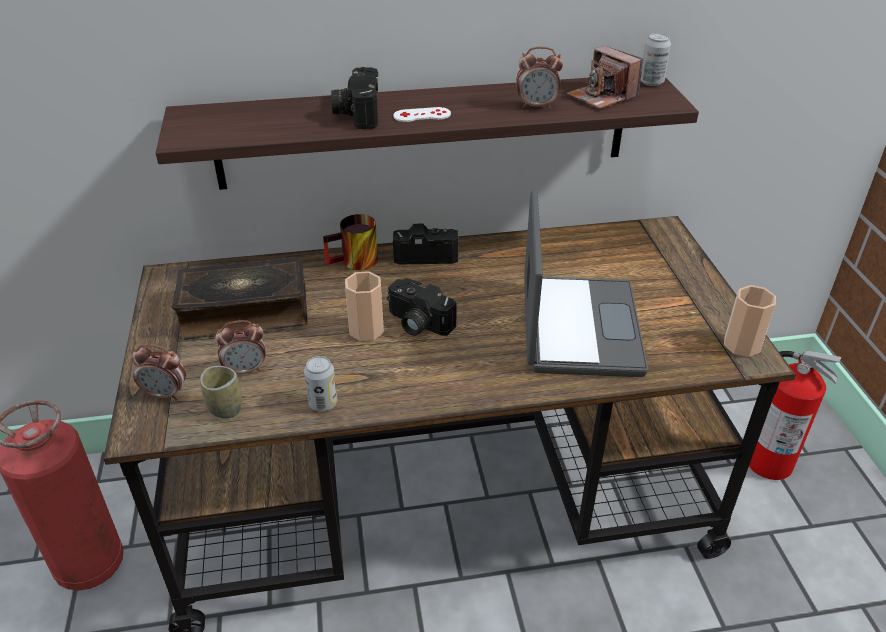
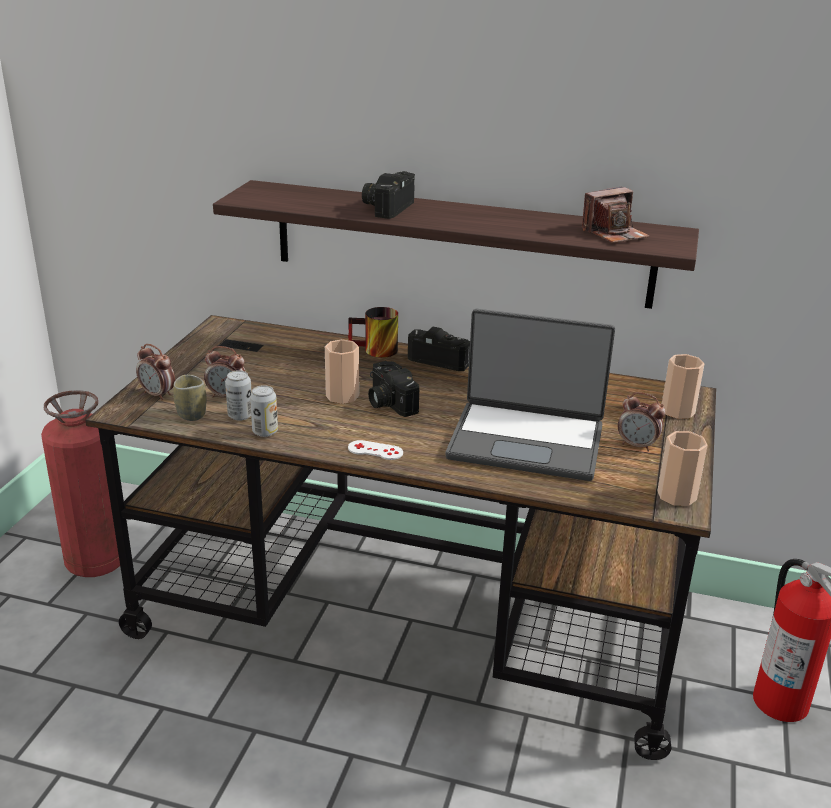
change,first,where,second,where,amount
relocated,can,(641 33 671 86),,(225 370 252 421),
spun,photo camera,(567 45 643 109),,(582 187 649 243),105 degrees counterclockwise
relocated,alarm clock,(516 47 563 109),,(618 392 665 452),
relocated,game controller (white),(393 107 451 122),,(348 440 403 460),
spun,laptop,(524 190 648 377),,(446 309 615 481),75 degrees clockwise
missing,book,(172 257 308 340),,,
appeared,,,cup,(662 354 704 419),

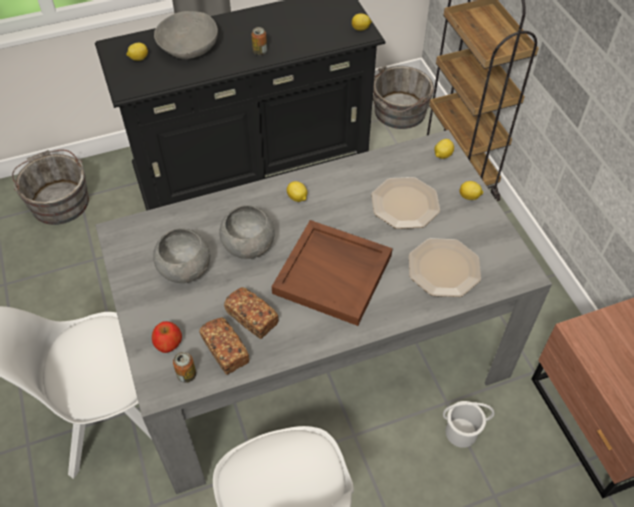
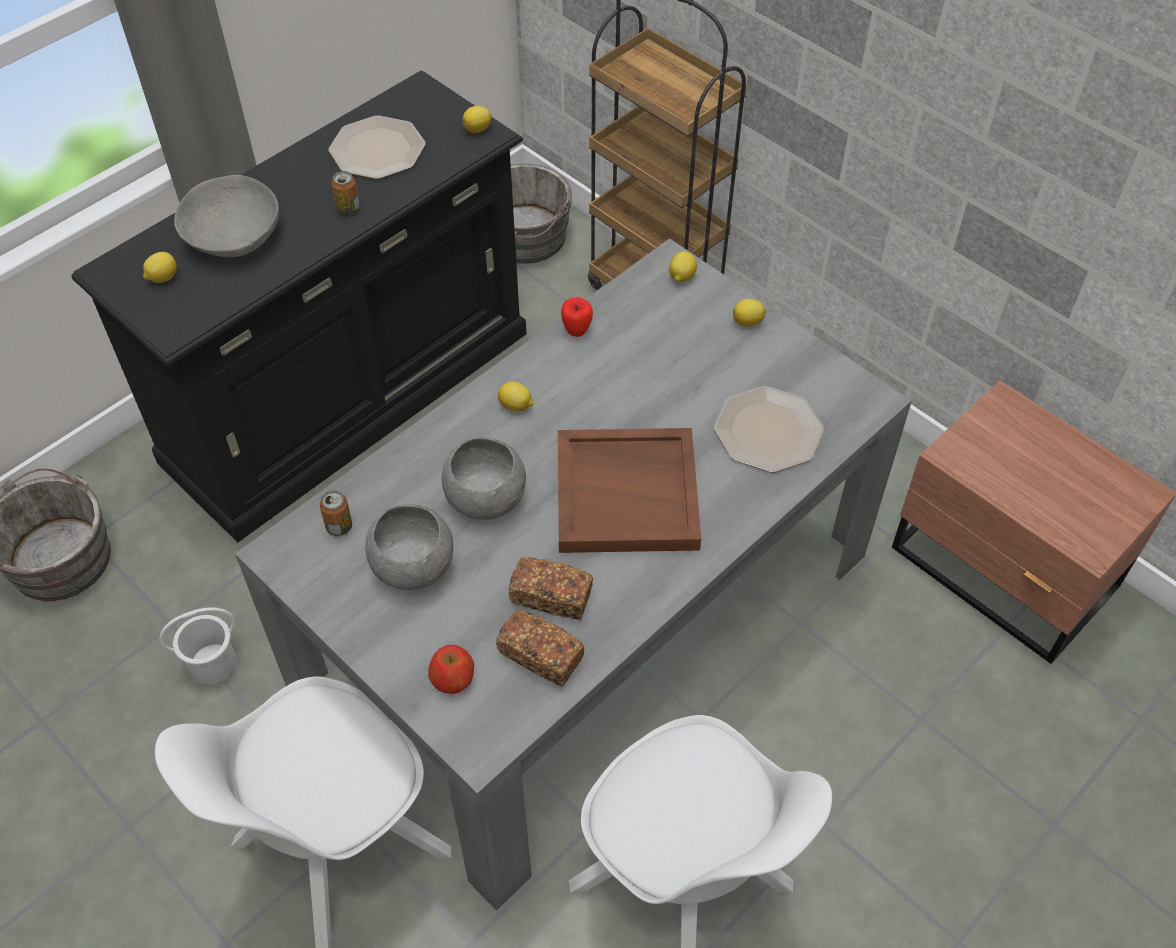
change,first,where,second,where,amount
relocated,plate,(371 177 440 229),,(329 116 426 179),
relocated,can,(173 352 196 383),,(320 490 352 536),
relocated,bucket (white),(443 401 495 448),,(160 607 237 685),
appeared,,,apple,(561 297 593 337),

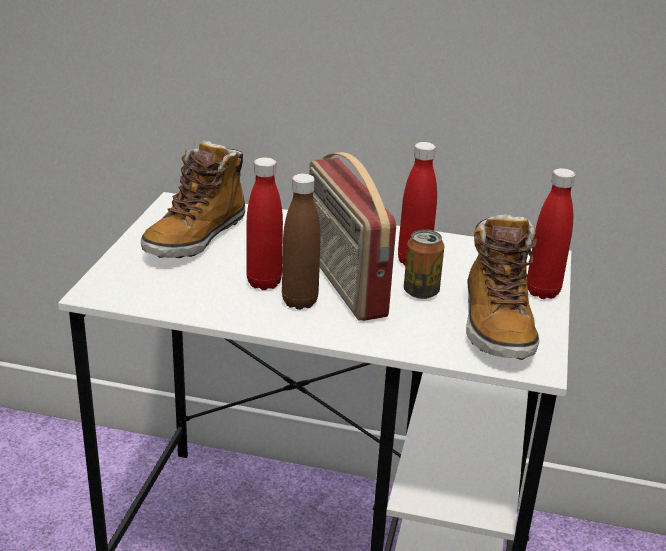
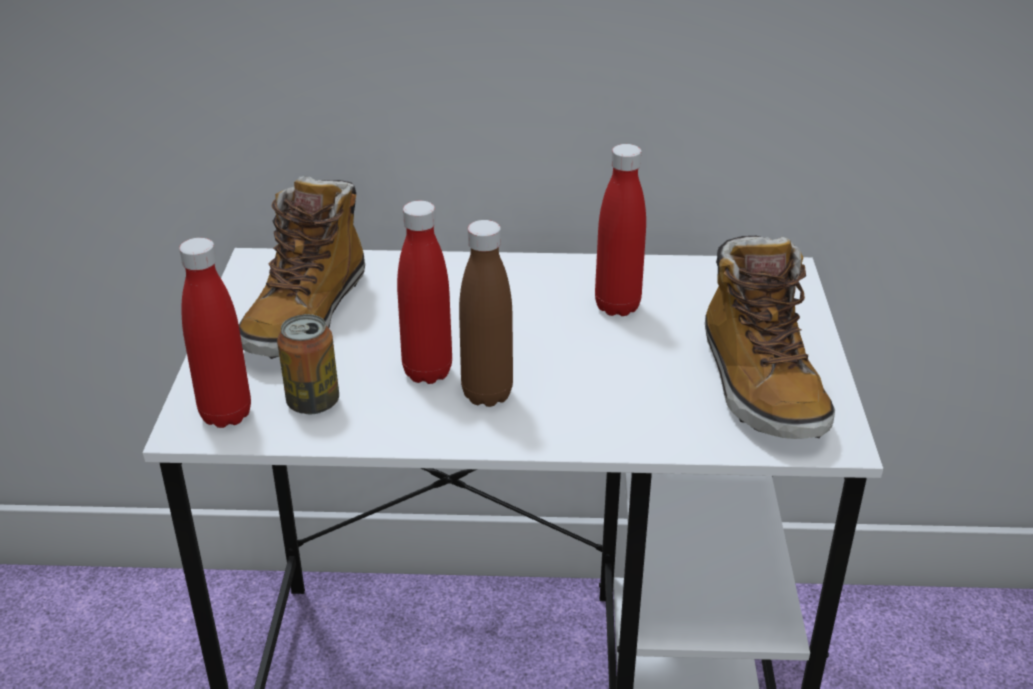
change,first,where,second,where,amount
missing,radio,(309 152 396 321),,,
relocated,bottle (red),(527 168 575 299),,(179 238 251 428),
relocated,can,(404 230 444 299),,(277 314 339 414),

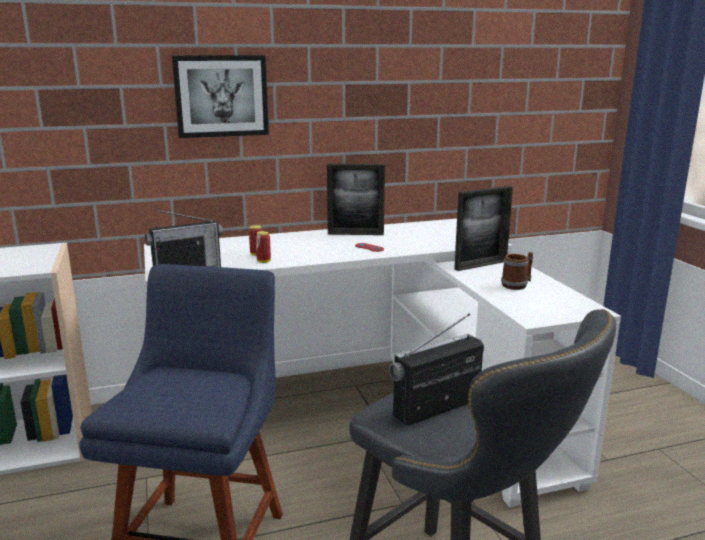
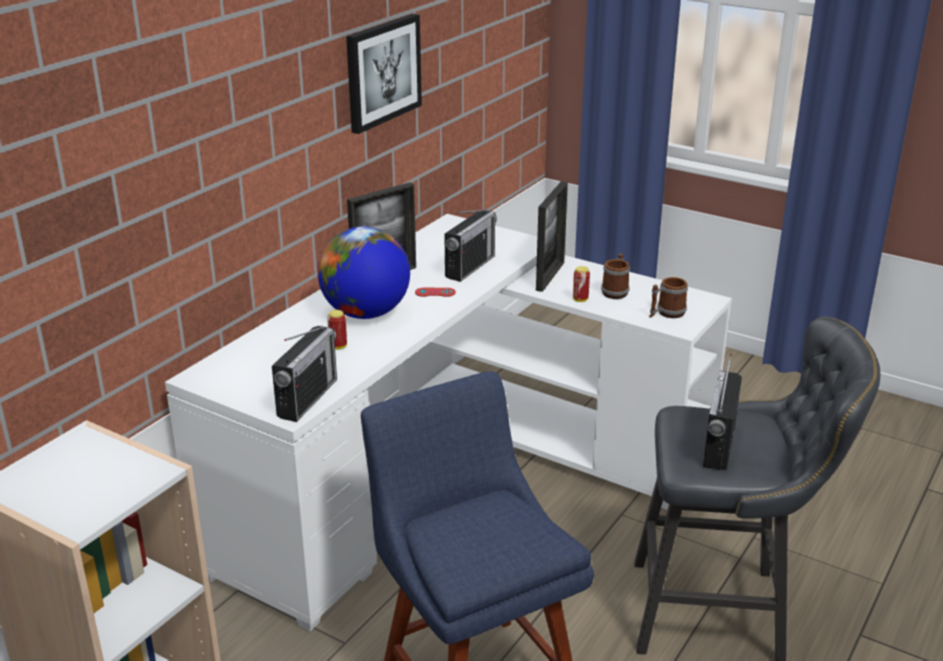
change,first,where,second,where,amount
relocated,picture,(172 55 269 138),,(346 14 422 134),
relocated,can,(256 231 271 263),,(573 266 590 302),
appeared,,,radio,(444 209 497 282),
appeared,,,globe,(318 227 410 319),
appeared,,,mug,(649 277 688 318),

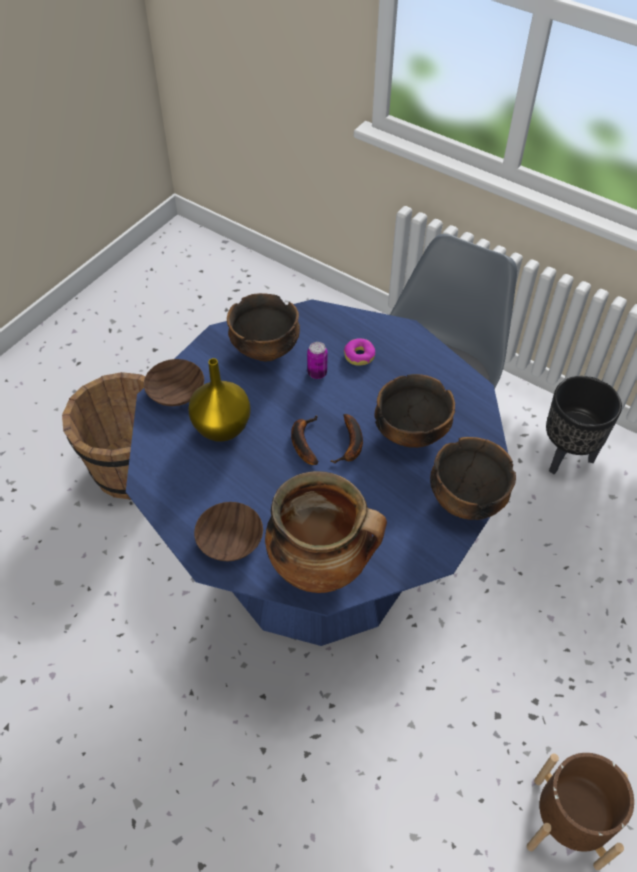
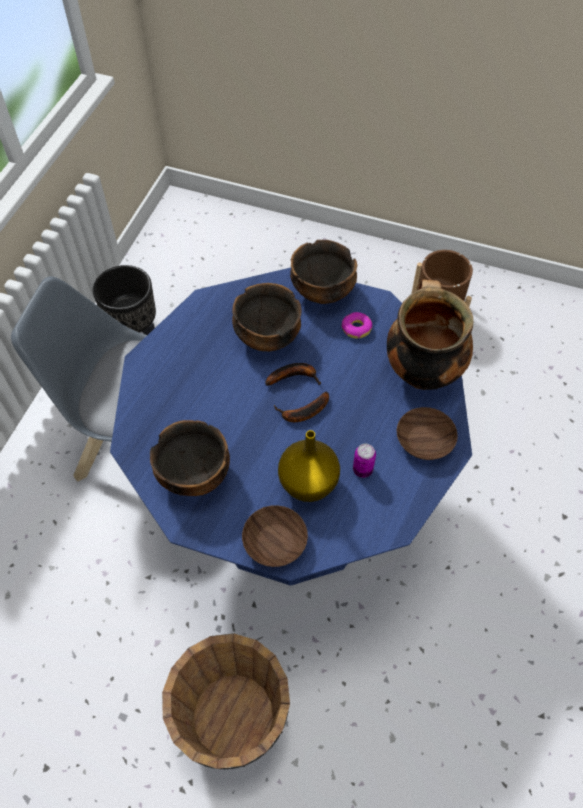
change,first,where,second,where,amount
relocated,donut,(344 338 375 366),,(341 312 372 339),
relocated,can,(307 342 328 379),,(353 444 376 478),

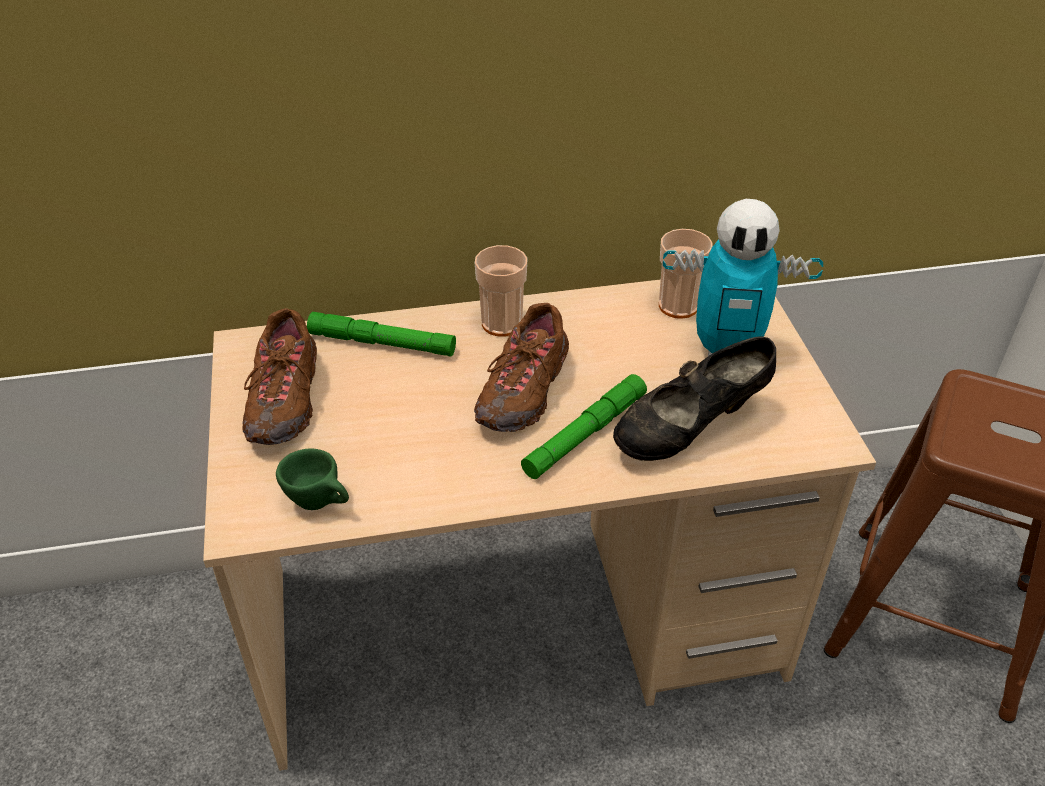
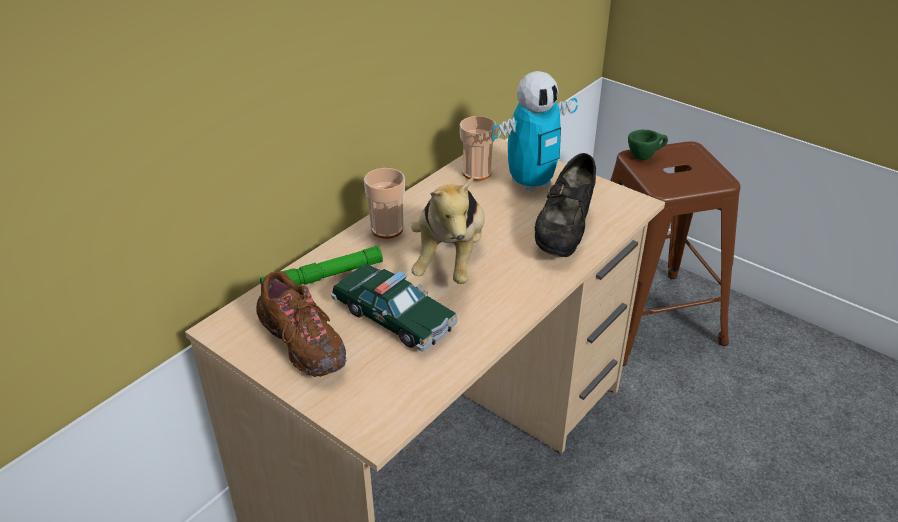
change,first,where,second,where,amount
exchanged,shoe (brown),(474 303 569 432),plush toy,(411 177 485 284),
missing,flashlight (green),(521 374 647 479),,,
relocated,cup (green),(276 448 349 510),,(628 130 668 160),
appeared,,,toy car,(331 264 458 351),

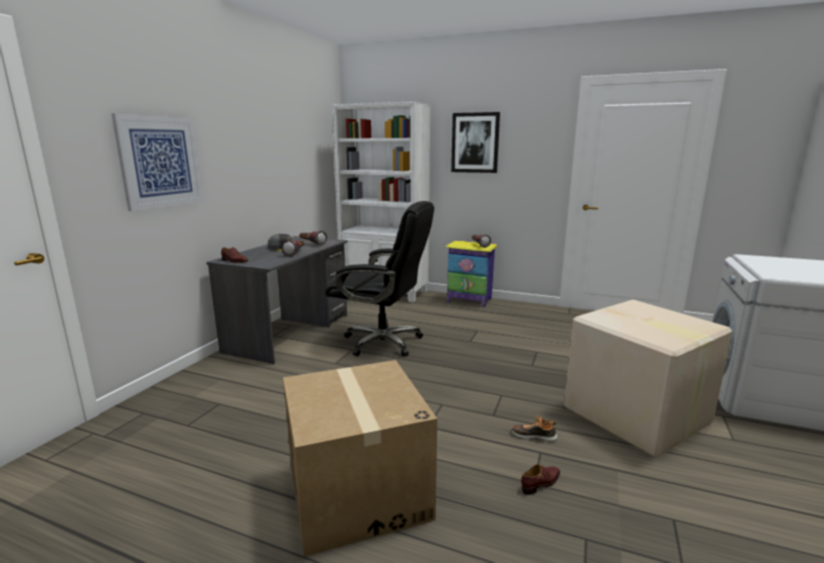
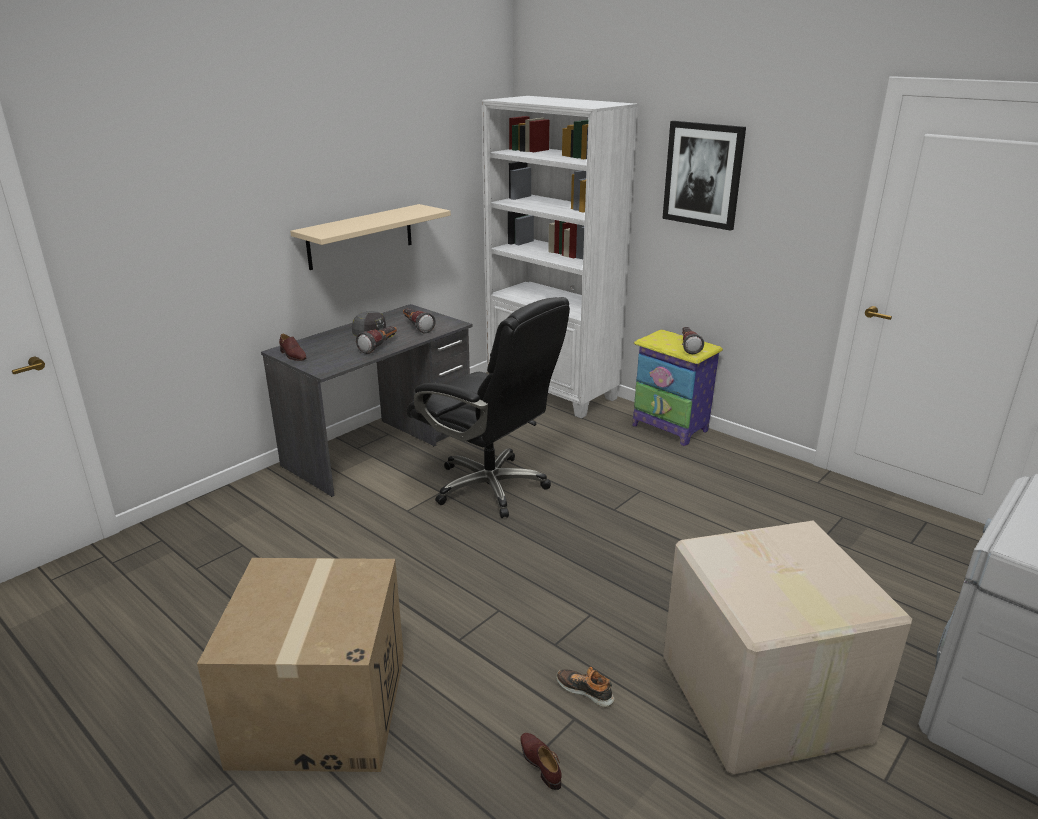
change,first,where,second,where,amount
missing,picture,(111 113 203 211),,,
spun,shoe (brown),(521 464 560 495),,(520 733 562 790),105 degrees counterclockwise
appeared,,,shelf (beige),(290 204 451 270),

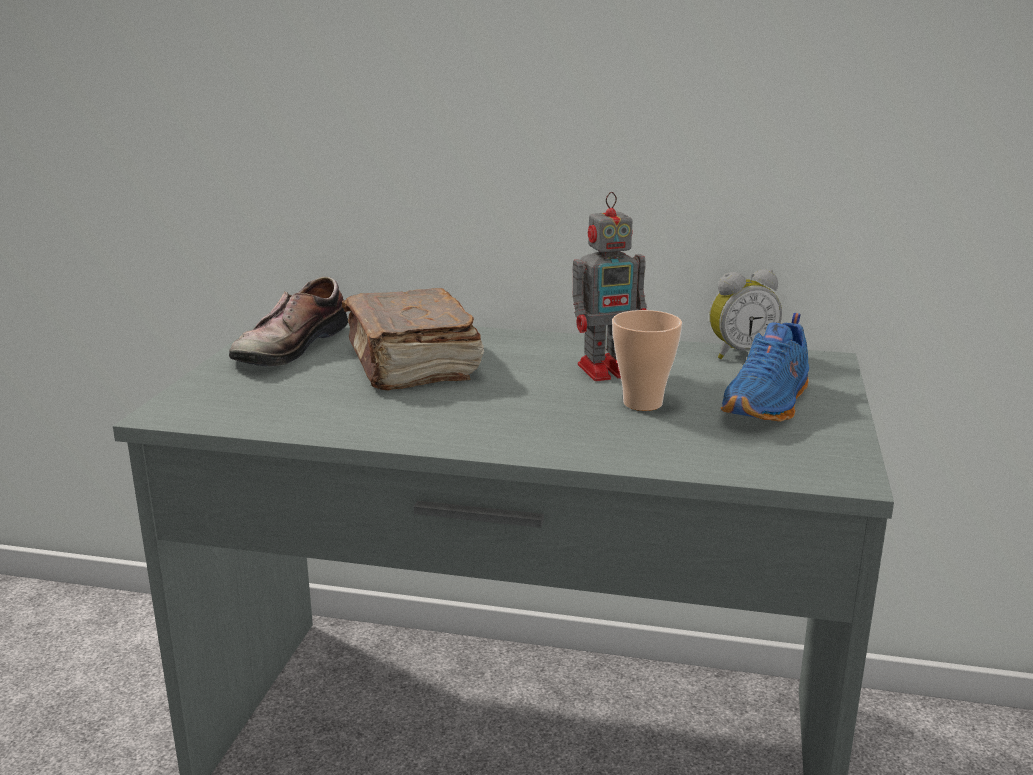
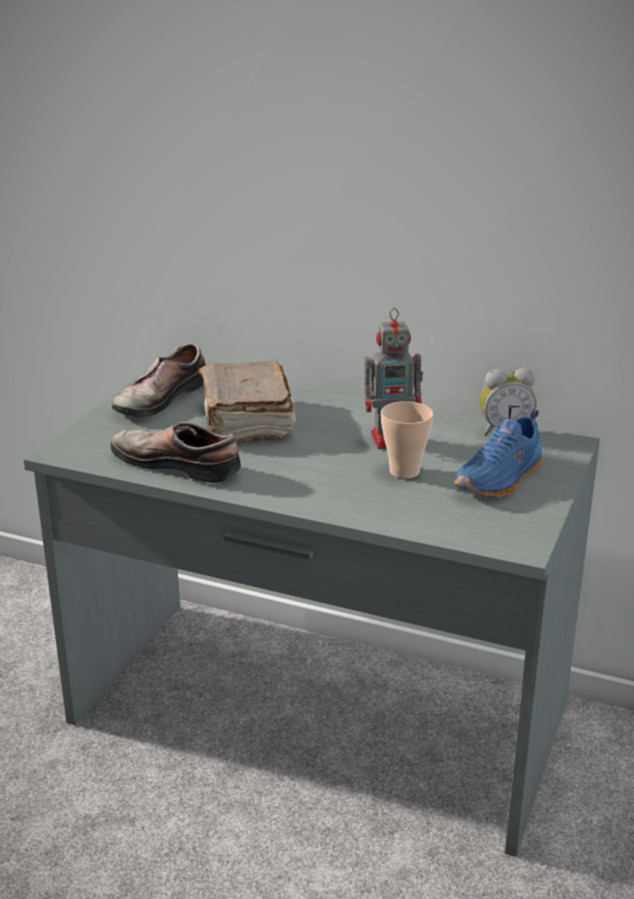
change,first,where,second,where,amount
appeared,,,shoe,(111 422 241 483),

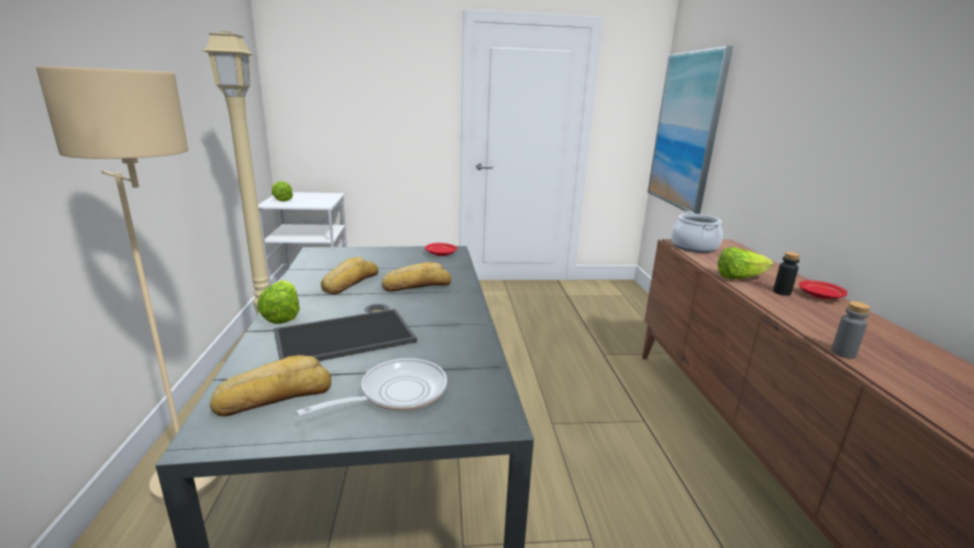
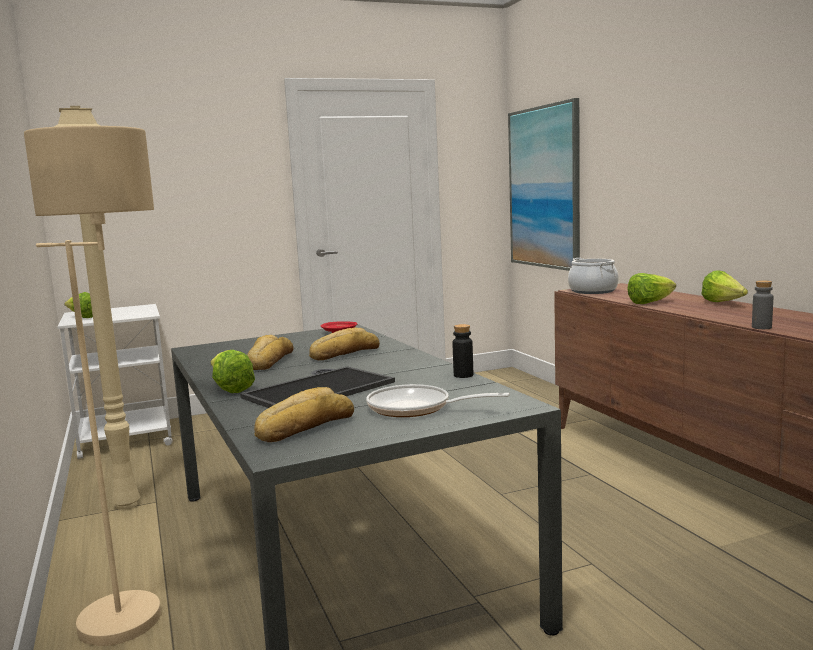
change,first,where,second,where,amount
relocated,bottle (black),(773 252 800 296),,(453 324 473 378),
exchanged,plate (red),(799 280 847 299),lettuce,(701 270 748 302),
spun,frying pan,(296 358 447 416),,(366 384 510 417),105 degrees counterclockwise

